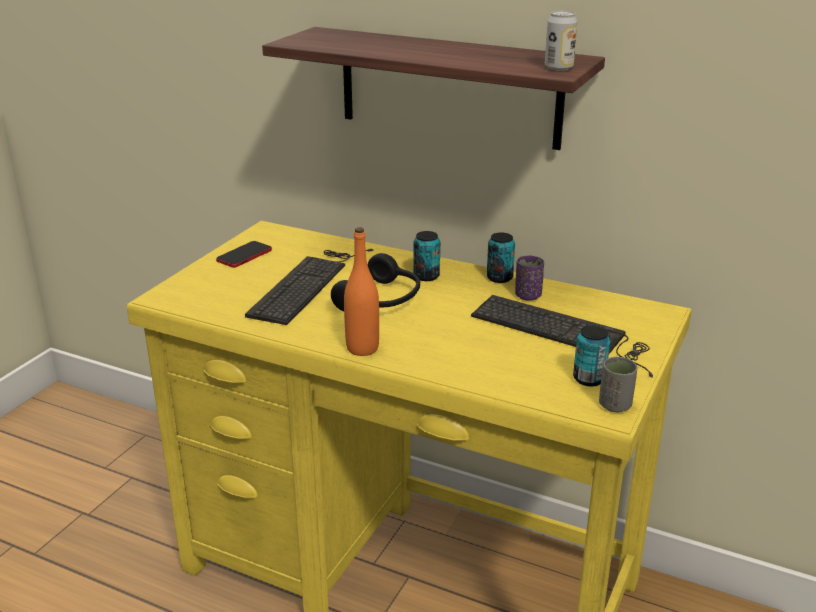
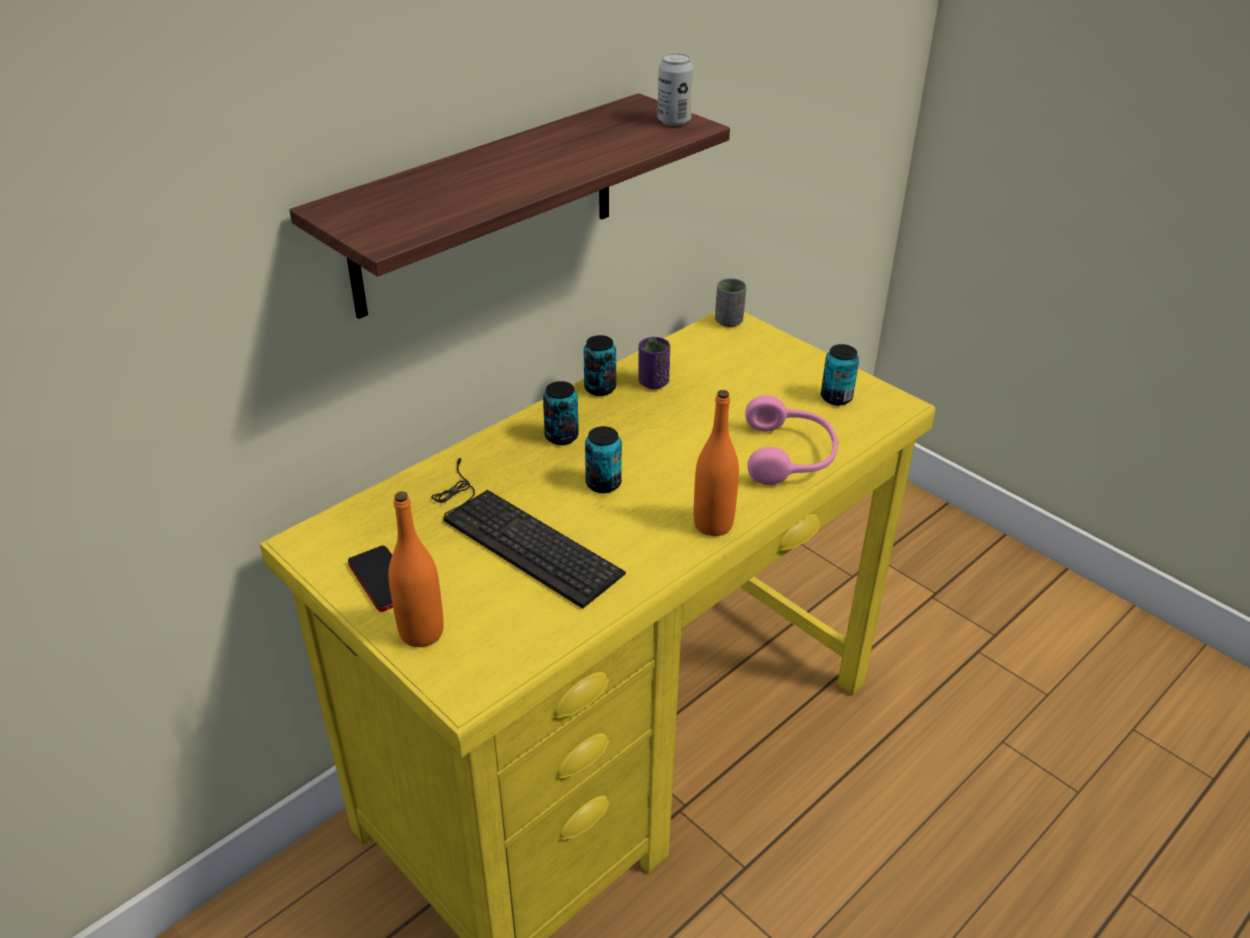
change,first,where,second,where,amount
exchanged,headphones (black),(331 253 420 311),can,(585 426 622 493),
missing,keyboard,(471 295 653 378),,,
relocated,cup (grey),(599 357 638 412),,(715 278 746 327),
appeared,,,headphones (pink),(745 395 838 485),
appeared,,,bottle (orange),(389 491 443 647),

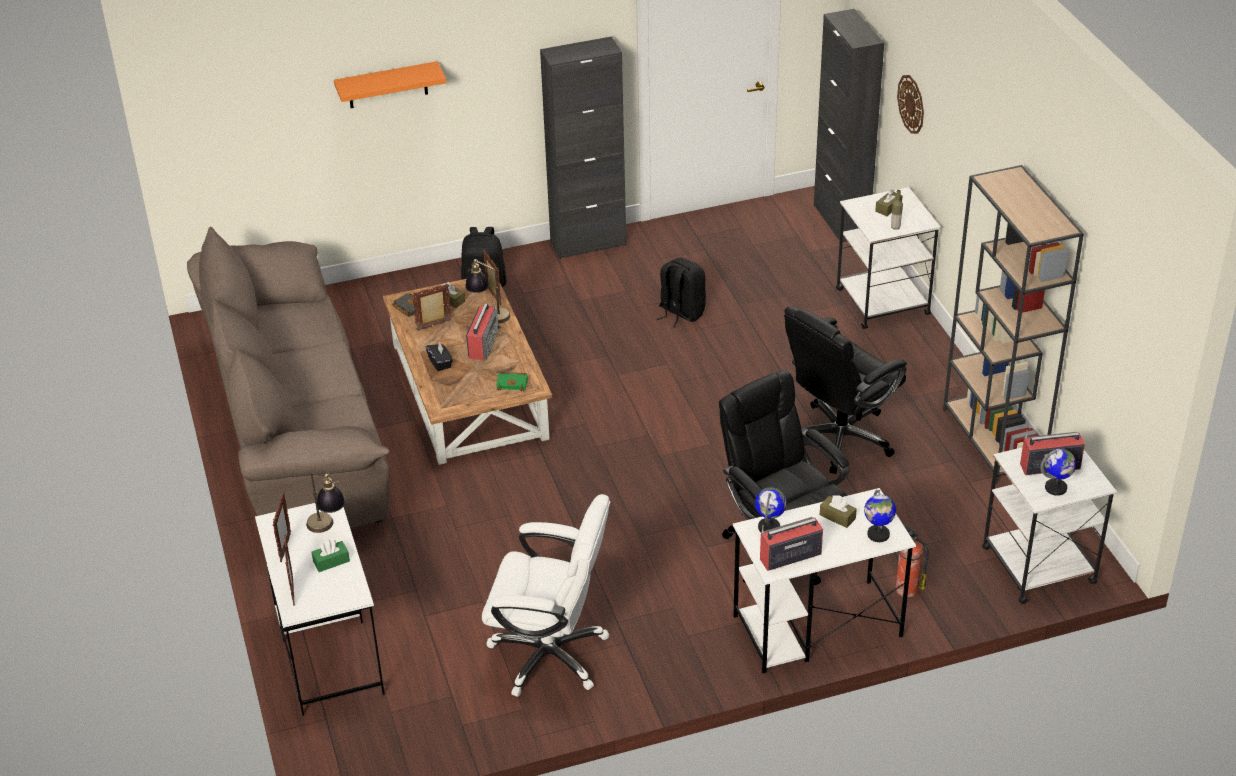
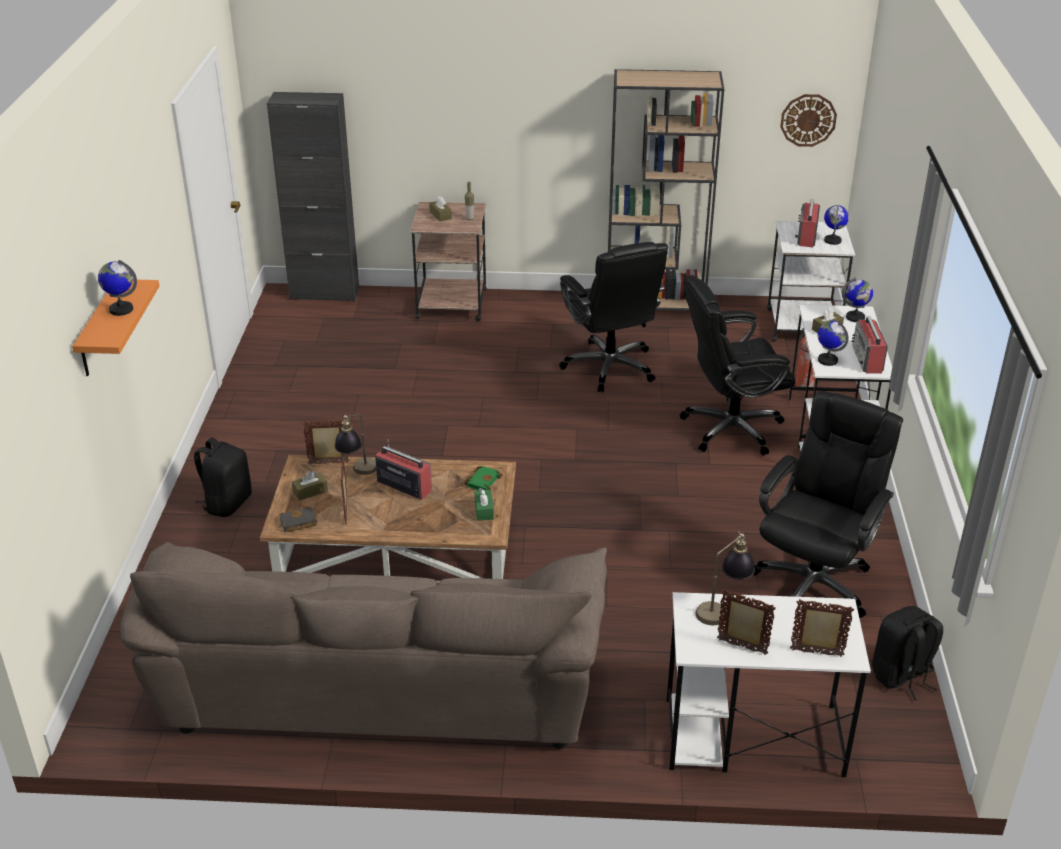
change,first,where,second,where,amount
missing,cabinet (black),(540 36 626 259),,,
relocated,wall clock,(897 75 924 134),,(780 94 837 147),
colour,cart (white),(836 187 941 329),cart (brown),(410 202 486 322),
relocated,backpack (black),(657 258 706 328),,(872 606 943 701),
missing,tissue box (black),(426 341 453 371),,,
colour,office chair (white),(482 494 610 697),office chair (black),(754 391 903 618),
relocated,tissue box (green),(311 540 350 572),,(475 488 494 521),
appeared,,,globe,(98 260 137 316),

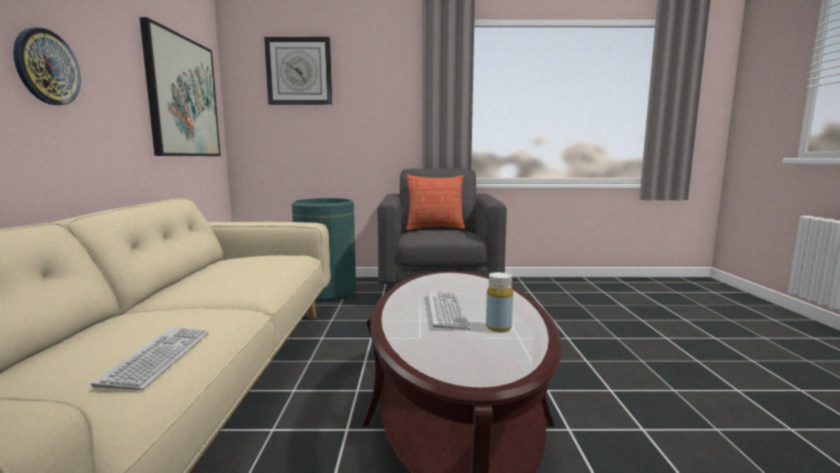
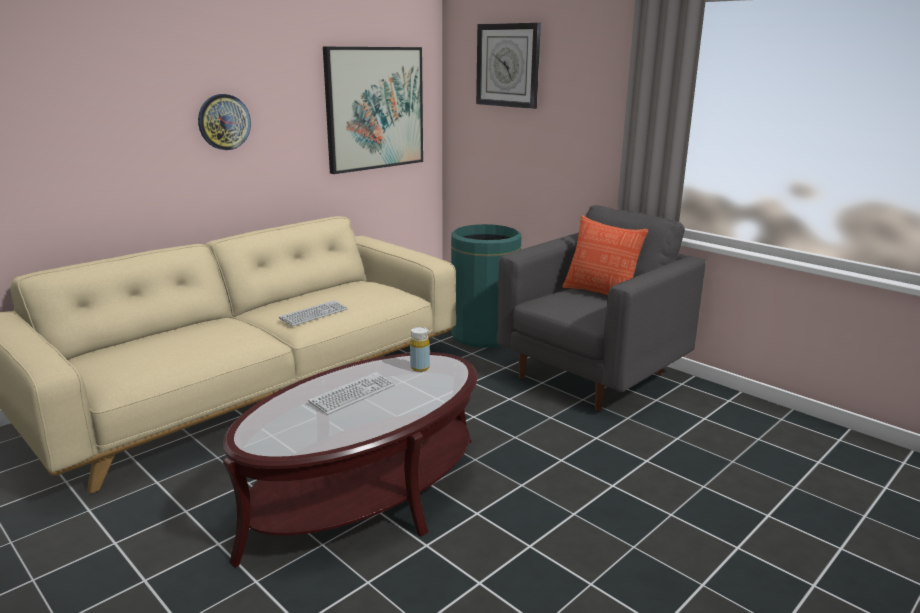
change,first,where,second,where,amount
relocated,bottle (yellow),(486 272 513 332),,(410 327 430 372),
relocated,keyboard,(91 327 209 390),,(279 300 348 326),

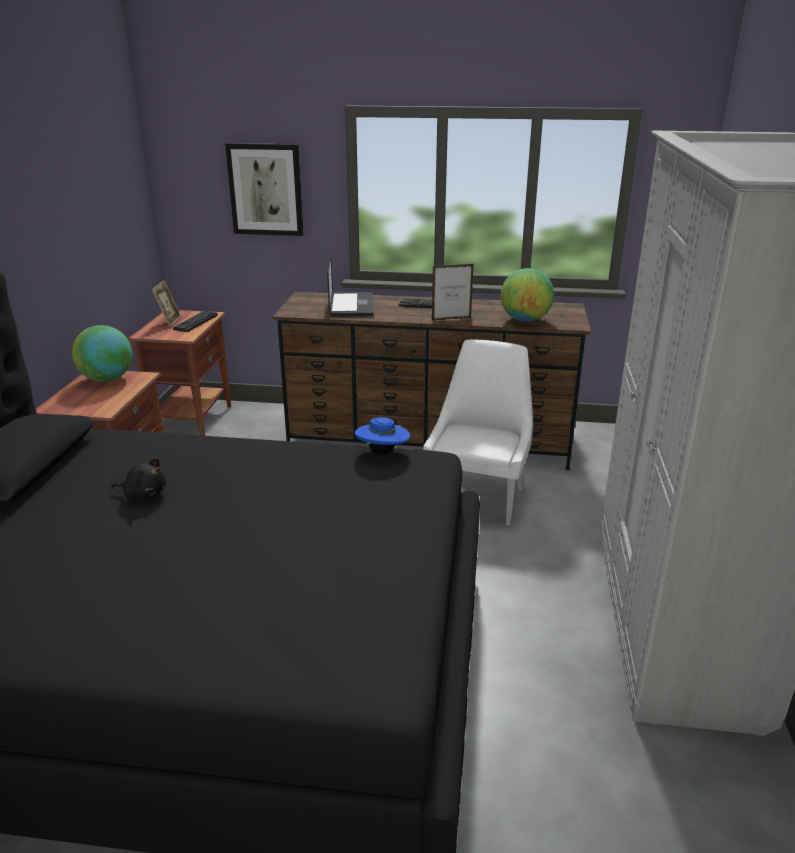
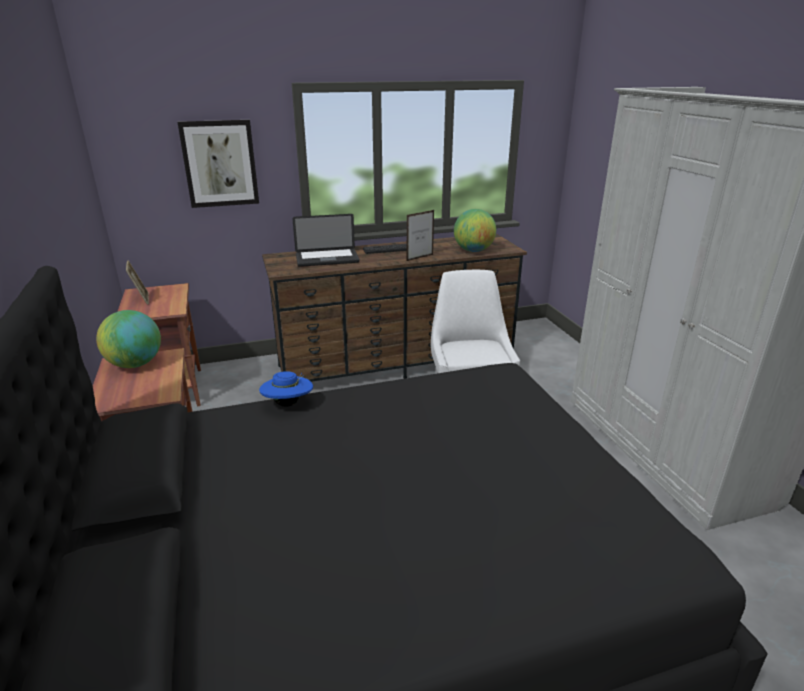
change,first,where,second,where,amount
spun,laptop,(327 254 373 317),,(293 214 359 267),105 degrees clockwise
missing,keyboard,(173 311 218 332),,,
relocated,hat (blue),(355 417 410 454),,(259 371 313 407),
missing,plush toy (black),(111 458 166 500),,,

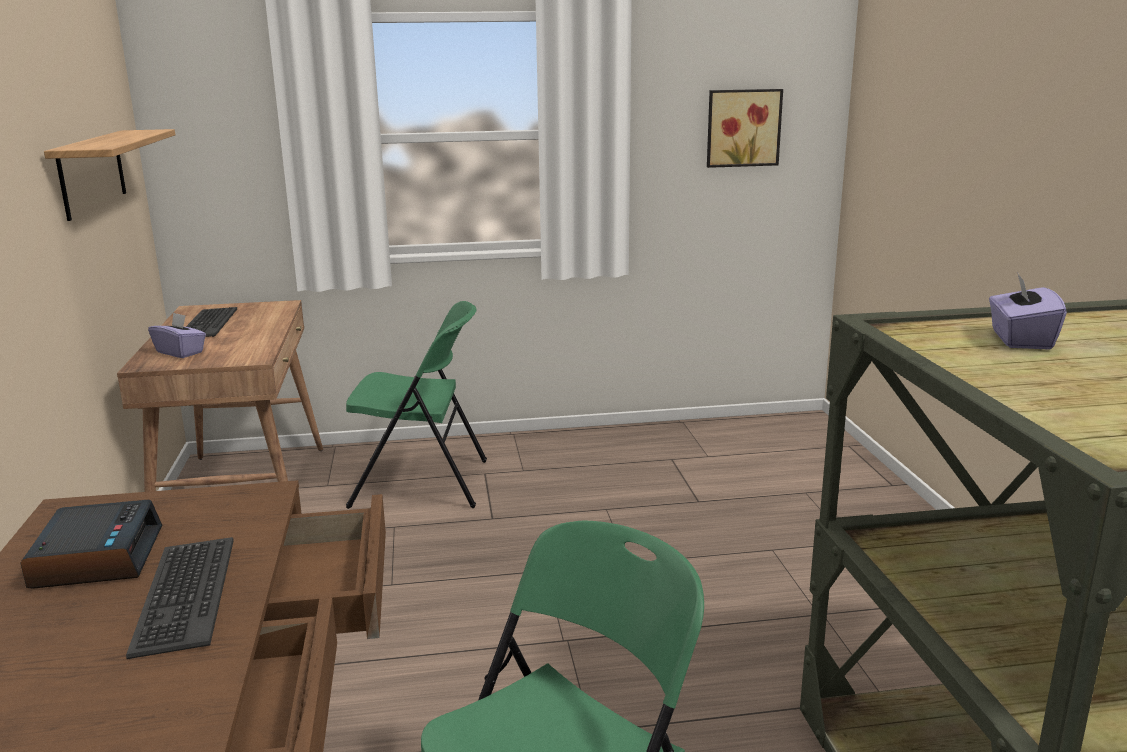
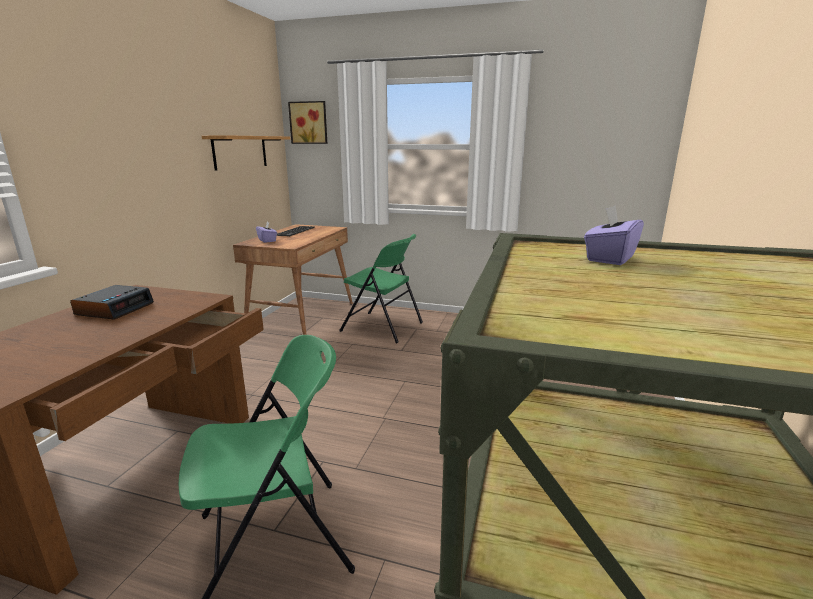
change,first,where,second,where,amount
relocated,picture,(707 89 783 168),,(288 101 327 144),
missing,keyboard,(126 537 234 659),,,

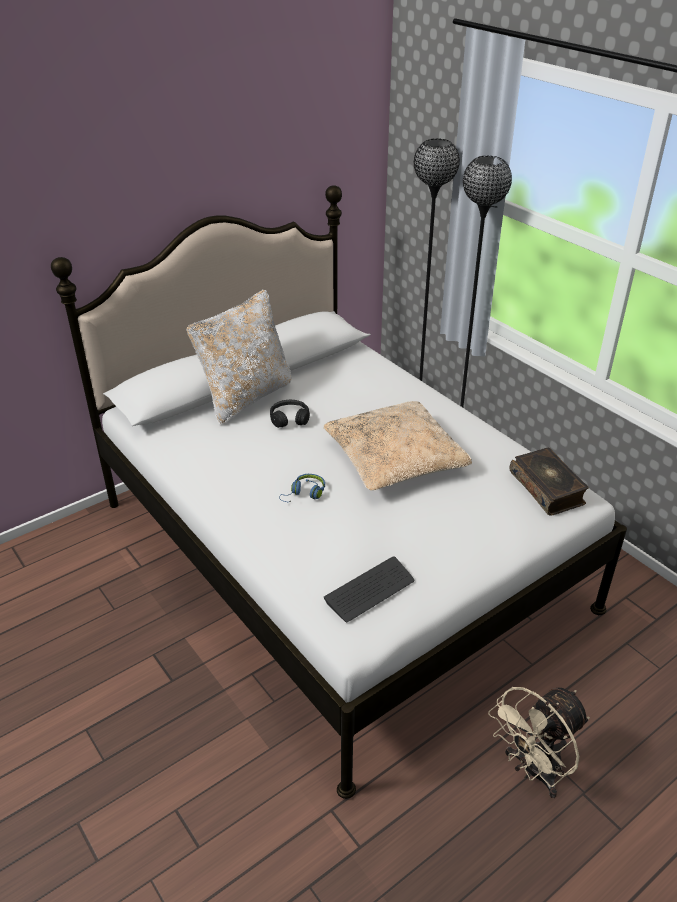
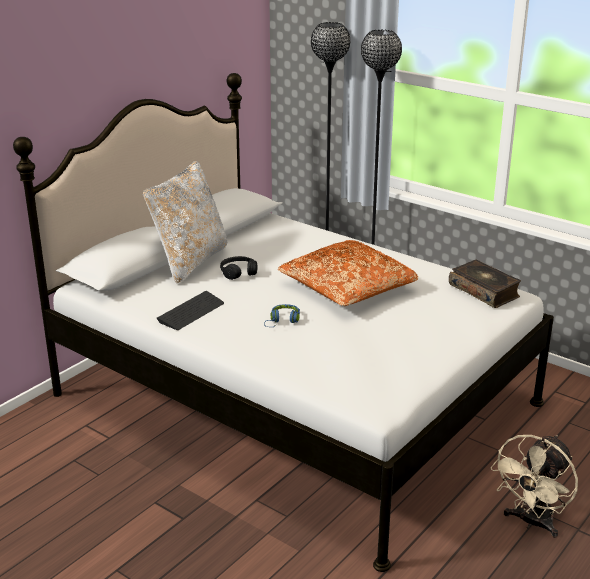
change,first,where,second,where,amount
colour,pillow (beige),(323 401 472 491),pillow (orange),(278 240 418 306),
relocated,keyboard,(323 557 414 622),,(157 291 224 330),

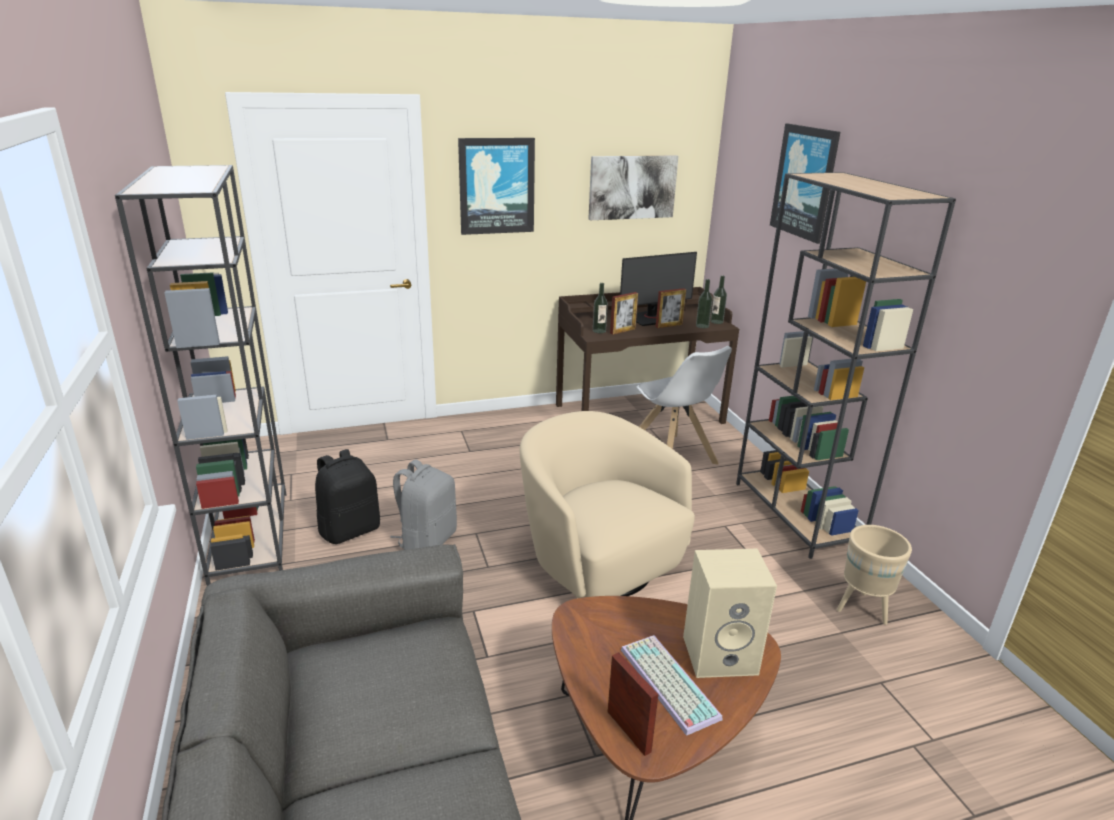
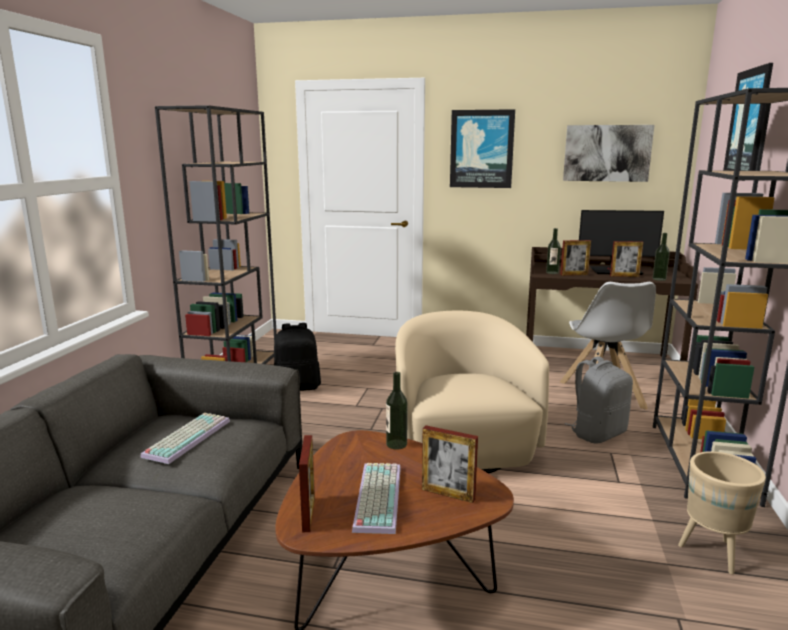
change,first,where,second,where,amount
relocated,bottle,(710 276 727 324),,(386 372 408 449),
relocated,backpack (grey),(390 459 457 550),,(564 356 633 443),
exchanged,speaker (beige),(683 549 777 678),picture frame,(422 425 478 503),
appeared,,,keyboard,(140 413 230 464),

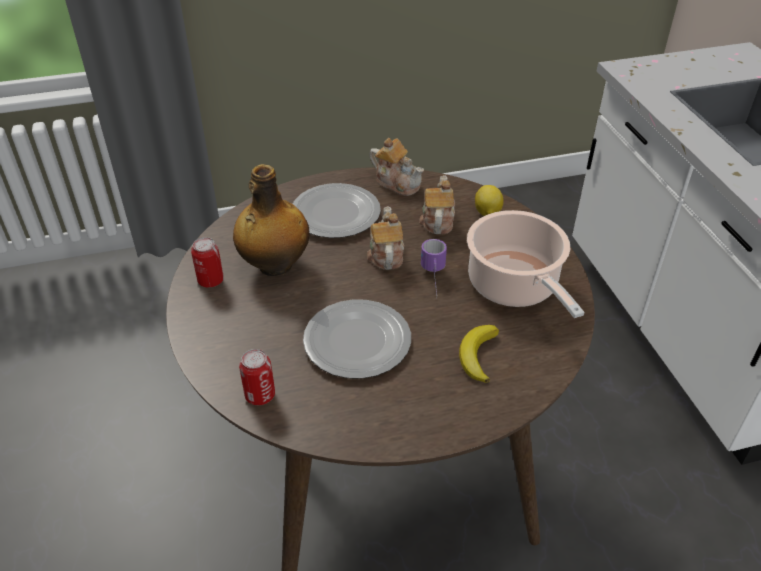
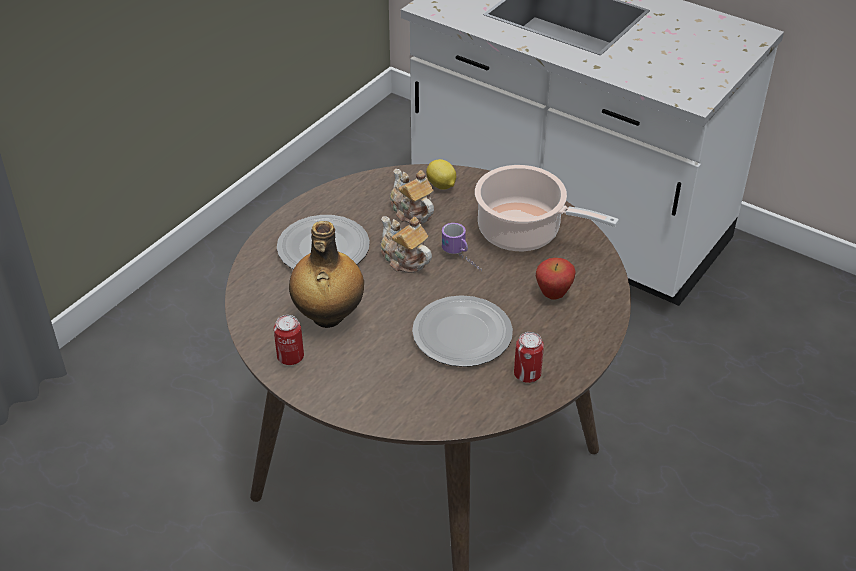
change,first,where,second,where,amount
missing,teapot,(369 138 424 196),,,
exchanged,banana,(459 325 499 383),apple,(536 258 575 300),
relocated,can,(239 349 275 405),,(514 332 544 383),

